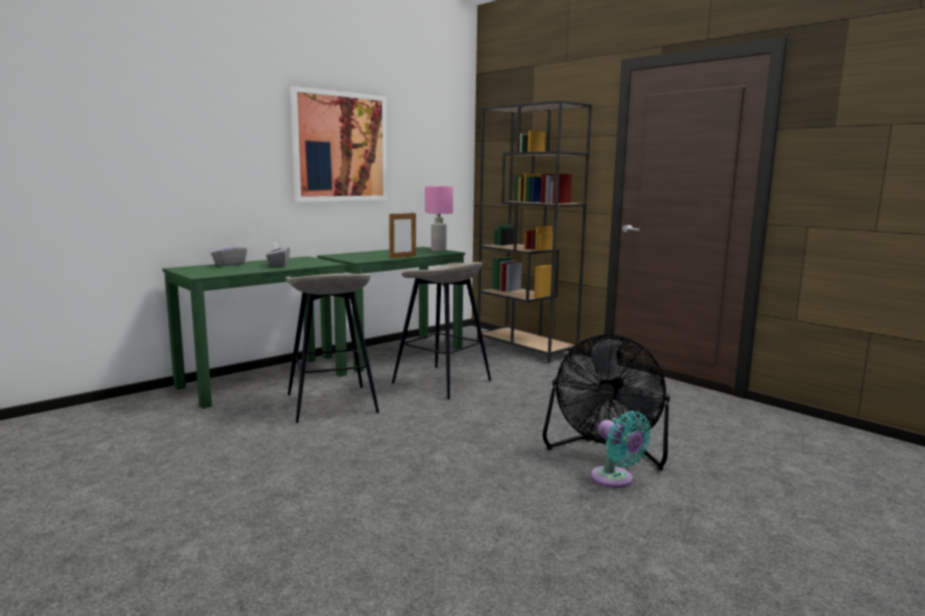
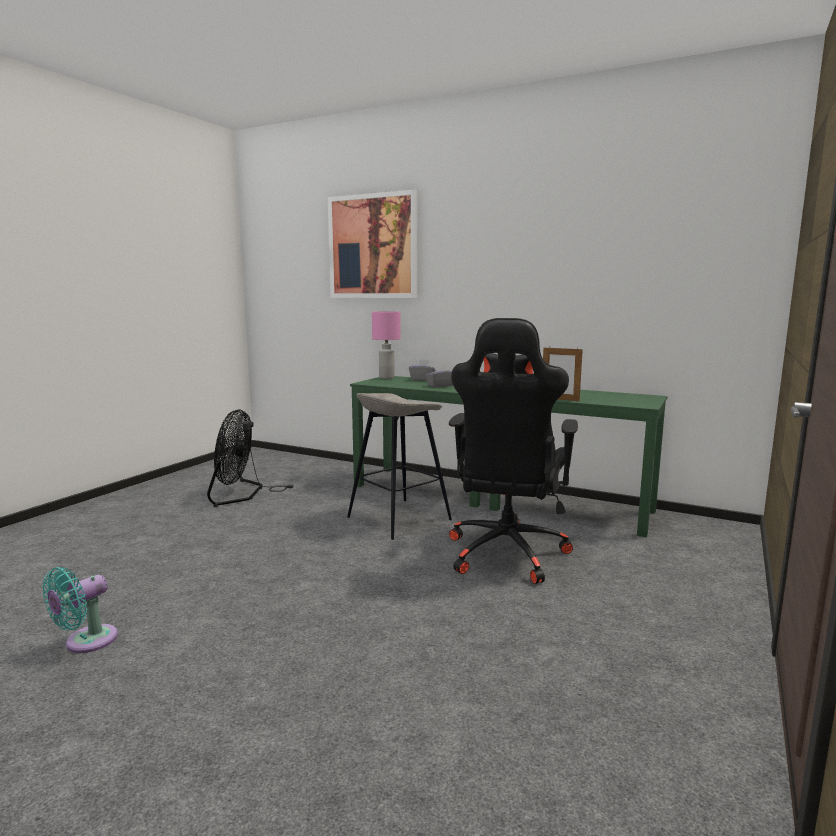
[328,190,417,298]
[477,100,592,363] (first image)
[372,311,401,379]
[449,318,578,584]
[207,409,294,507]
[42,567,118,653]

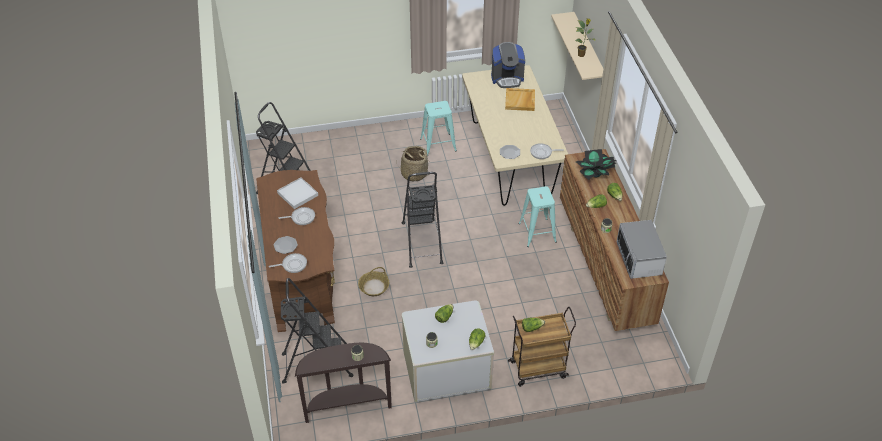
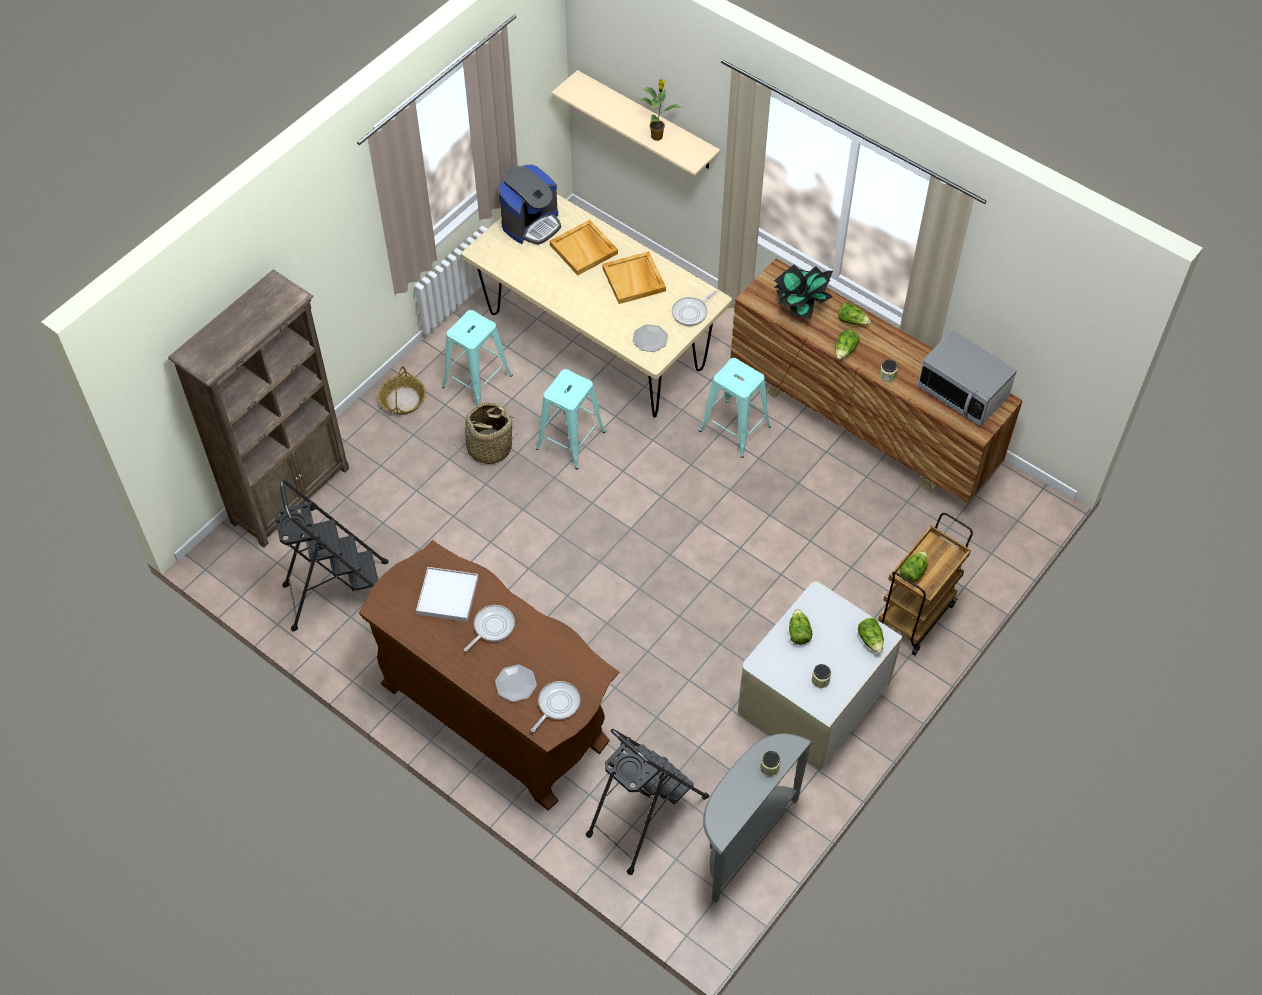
[402,172,443,268] (first image)
[378,366,426,415]
[703,733,812,903]
[602,251,666,304]
[168,270,349,548]
[536,369,606,469]

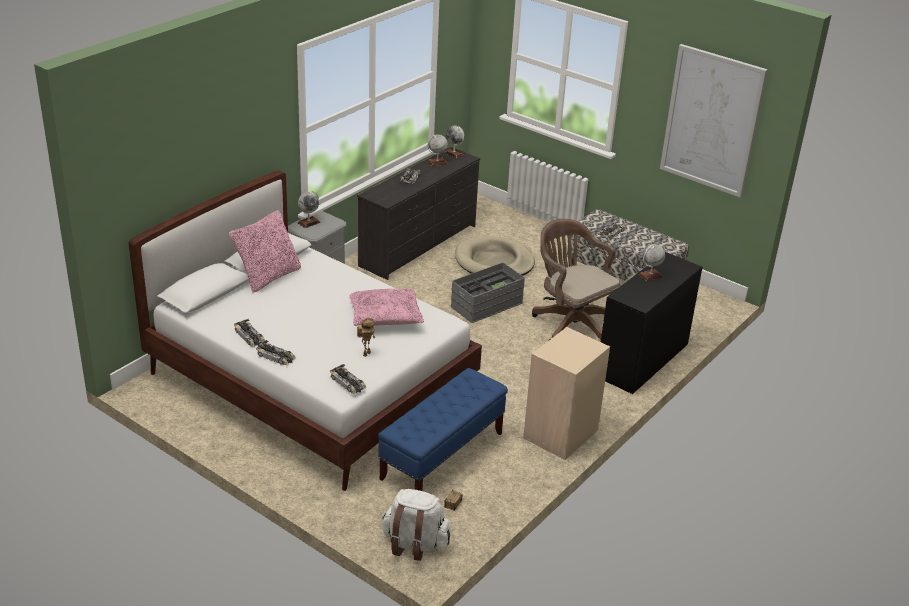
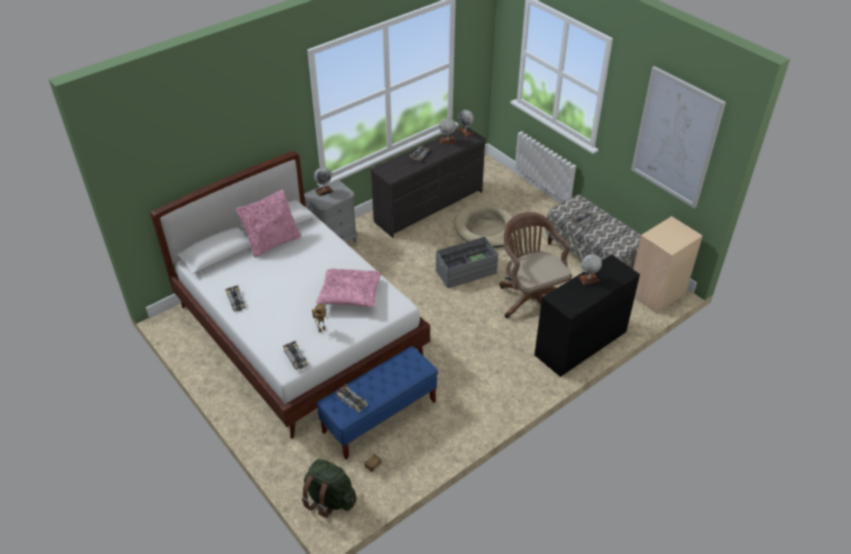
[633,216,703,314]
[336,384,368,412]
[302,459,357,518]

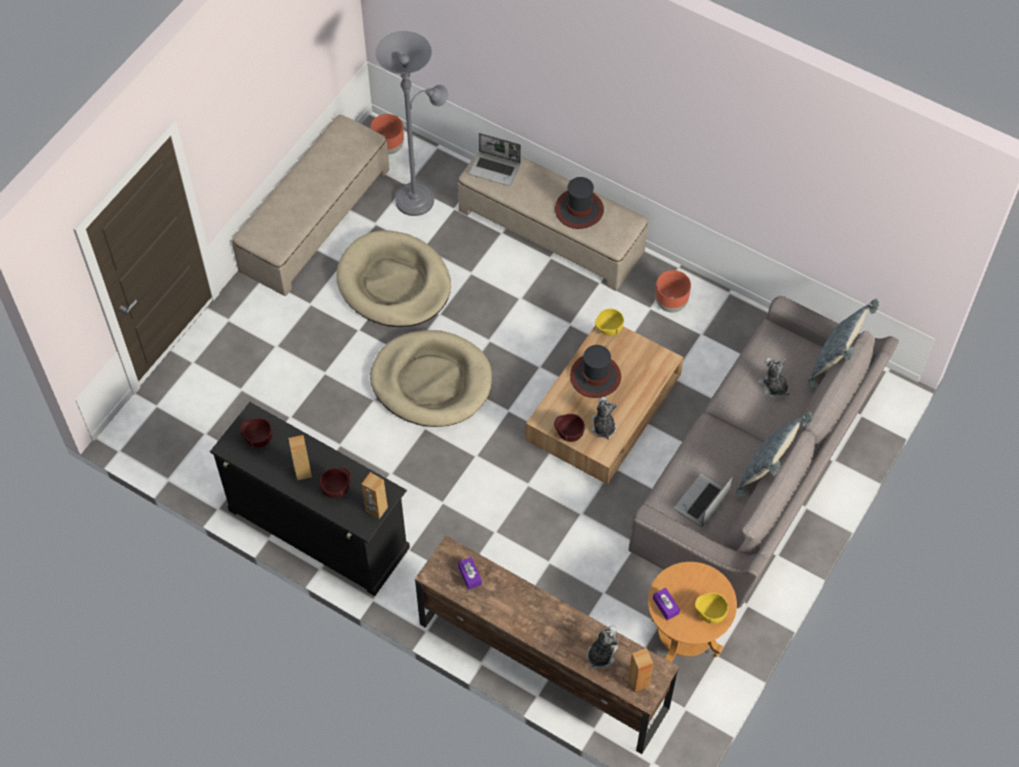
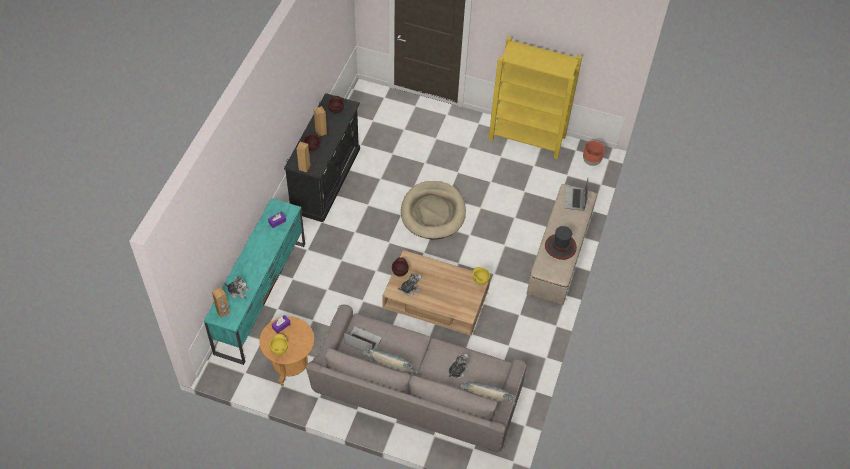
[376,31,448,216] (first image)
[488,37,582,159]
[336,230,451,327] (first image)
[655,270,691,312] (first image)
[570,345,621,398] (first image)
[204,198,305,365]

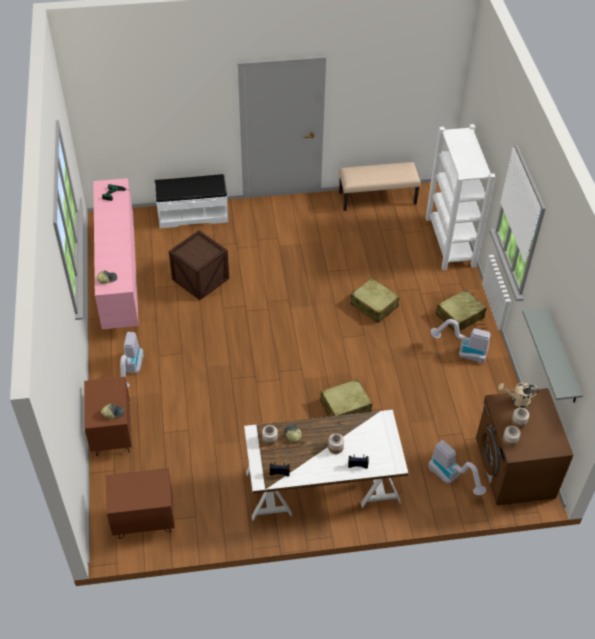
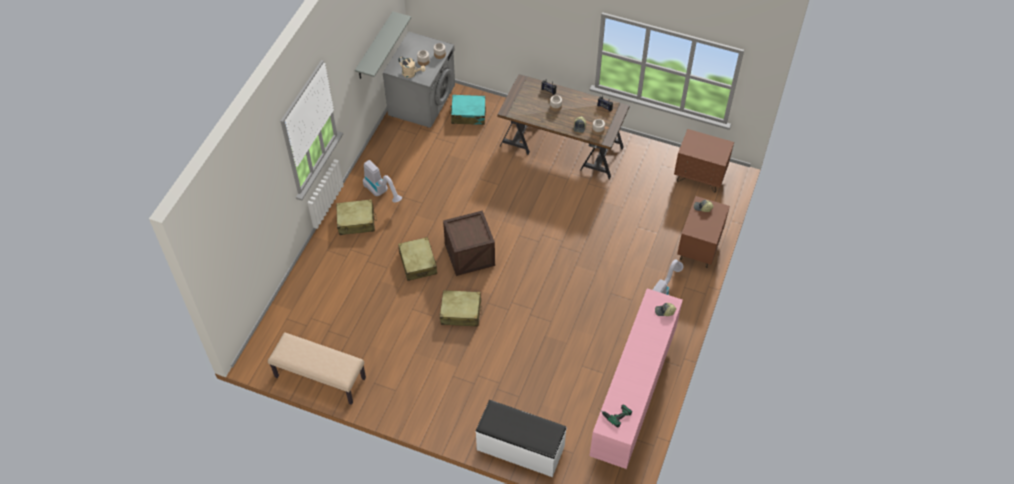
[426,124,495,270] (first image)
[443,210,495,276]
[440,290,482,327]
[383,31,455,128]
[497,74,630,179]
[449,95,486,125]

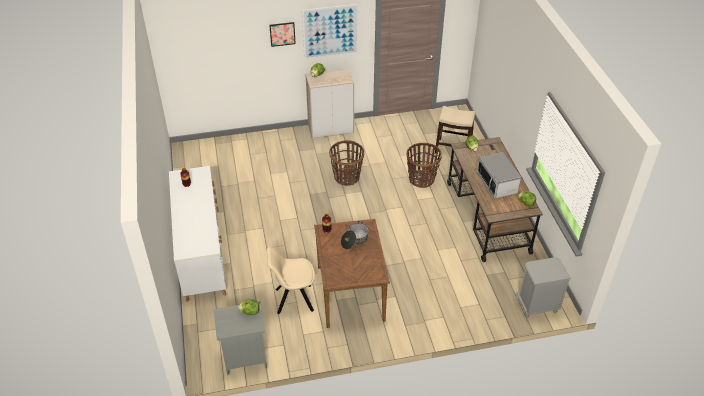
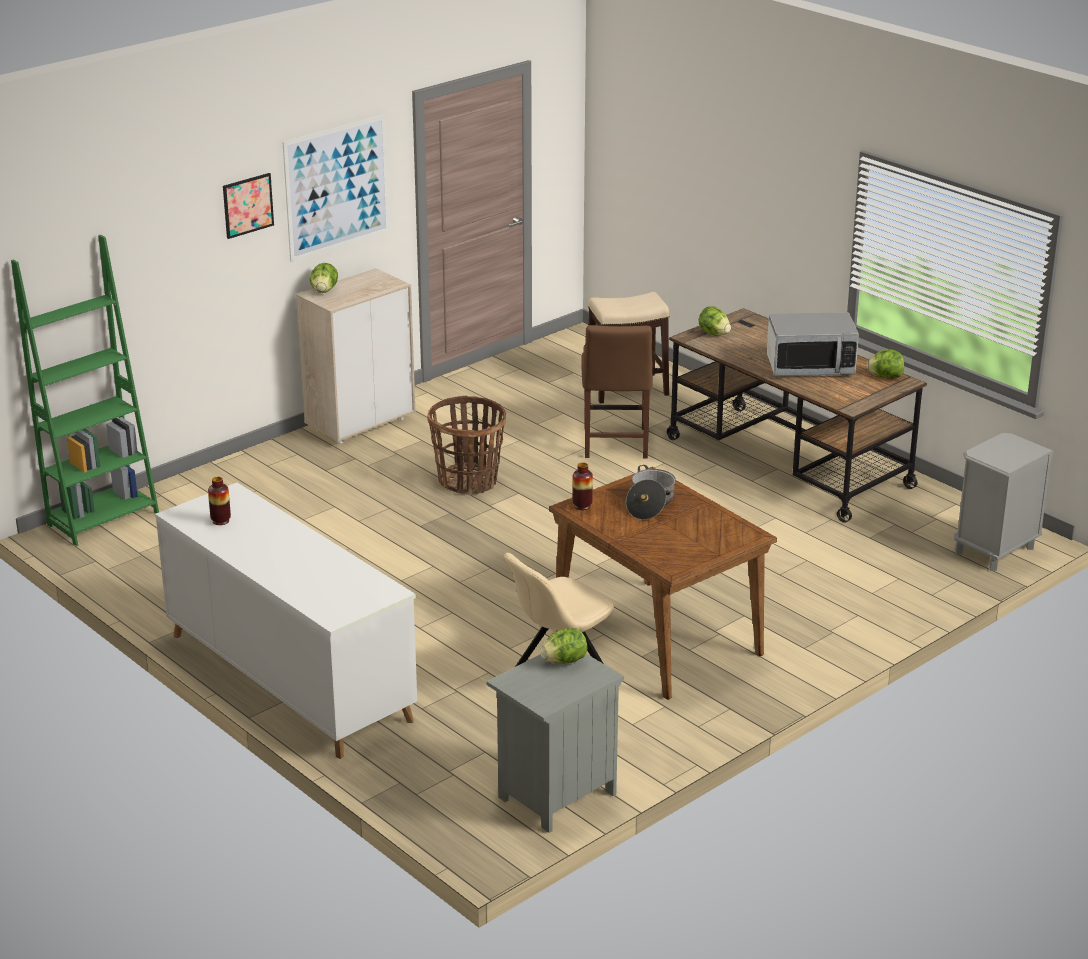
[581,325,653,459]
[767,312,859,376]
[11,235,159,546]

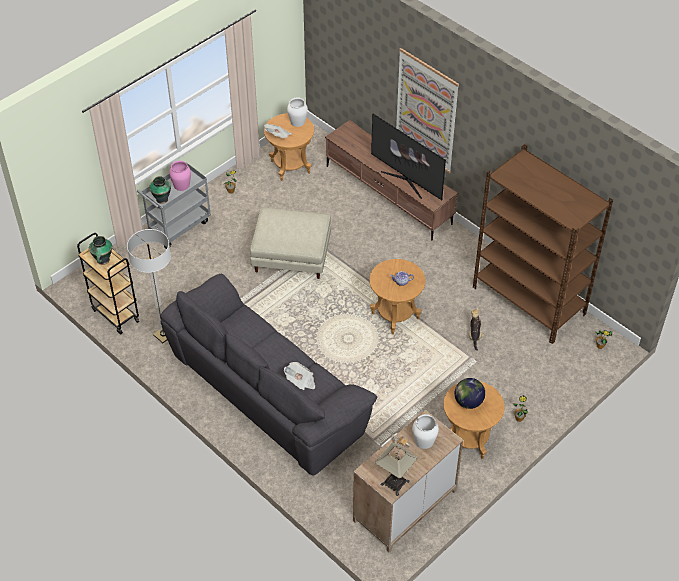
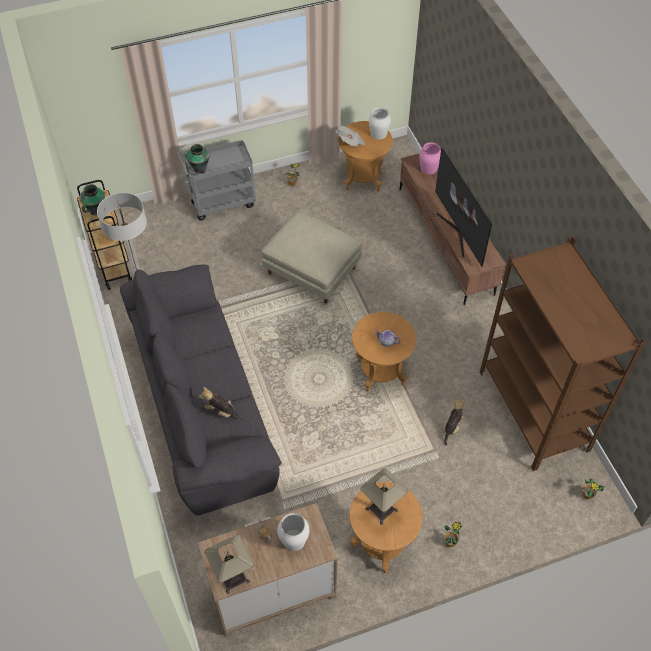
[396,48,459,173] (first image)
[419,142,441,175]
[199,387,244,419]
[360,468,408,525]

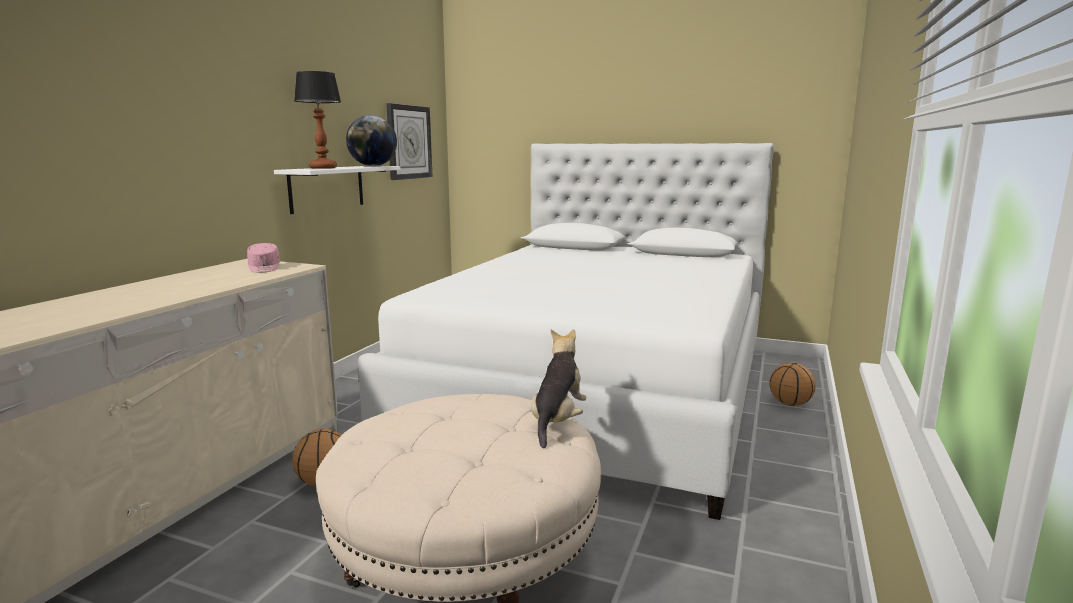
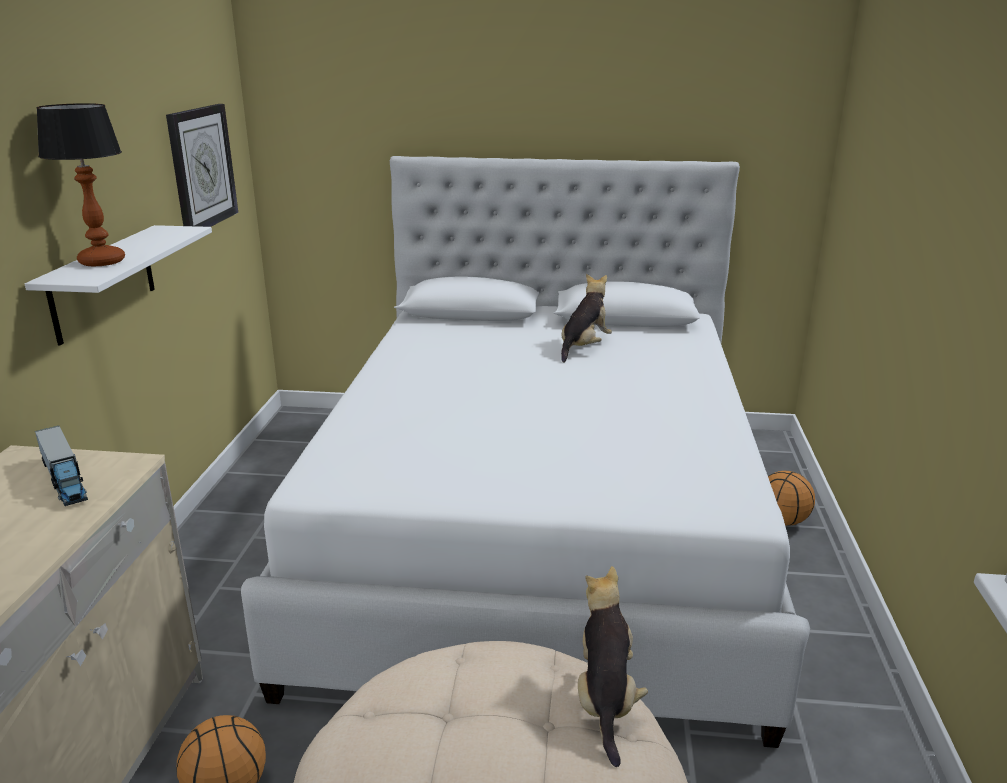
[346,115,397,166] (first image)
[35,426,88,506]
[561,274,612,363]

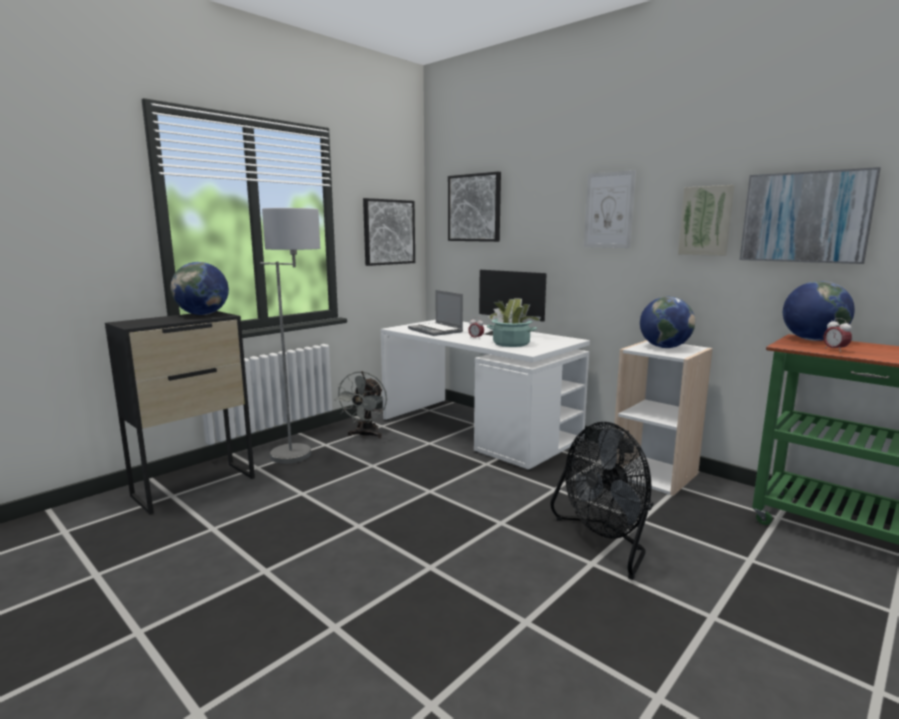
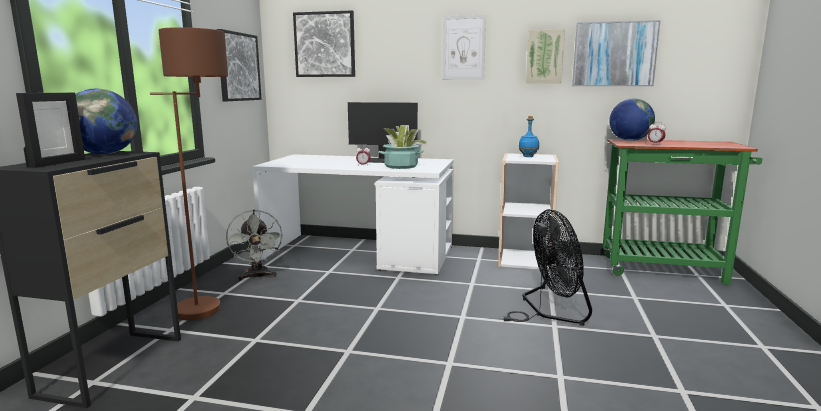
[150,27,228,320]
[408,290,463,336] (first image)
[519,116,539,157]
[502,209,592,326]
[16,93,85,168]

